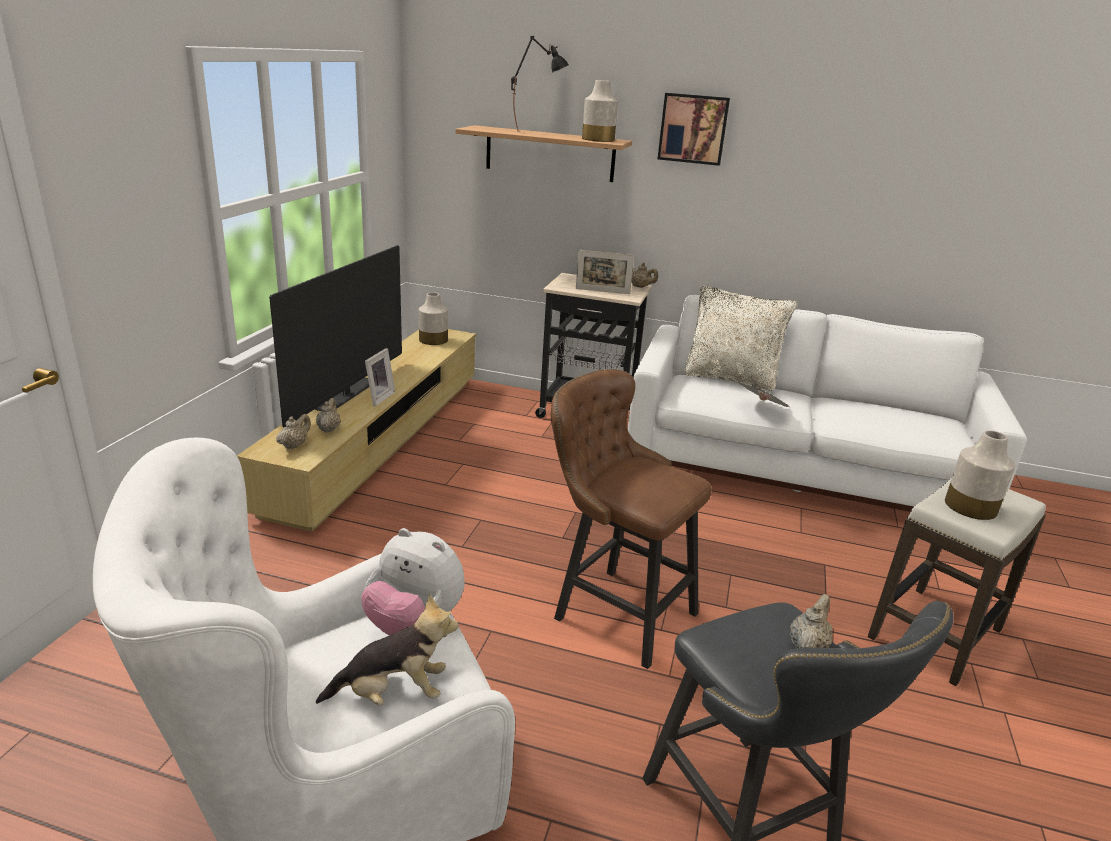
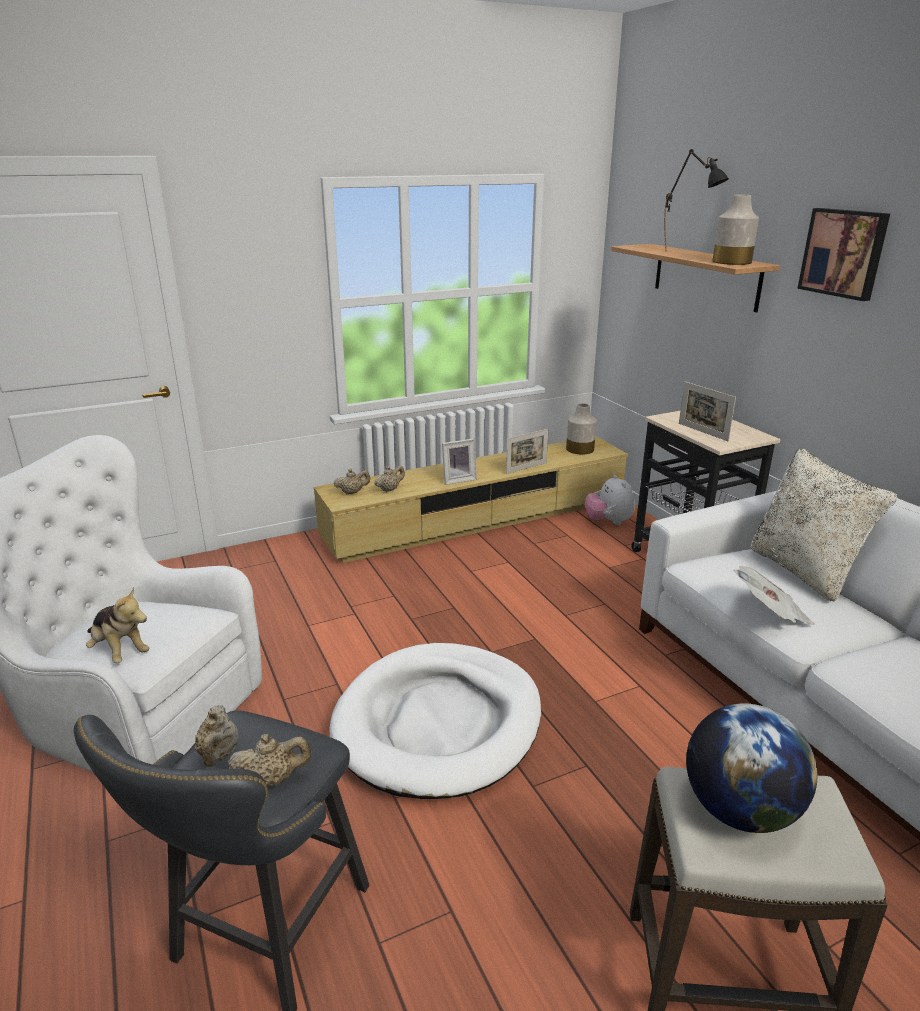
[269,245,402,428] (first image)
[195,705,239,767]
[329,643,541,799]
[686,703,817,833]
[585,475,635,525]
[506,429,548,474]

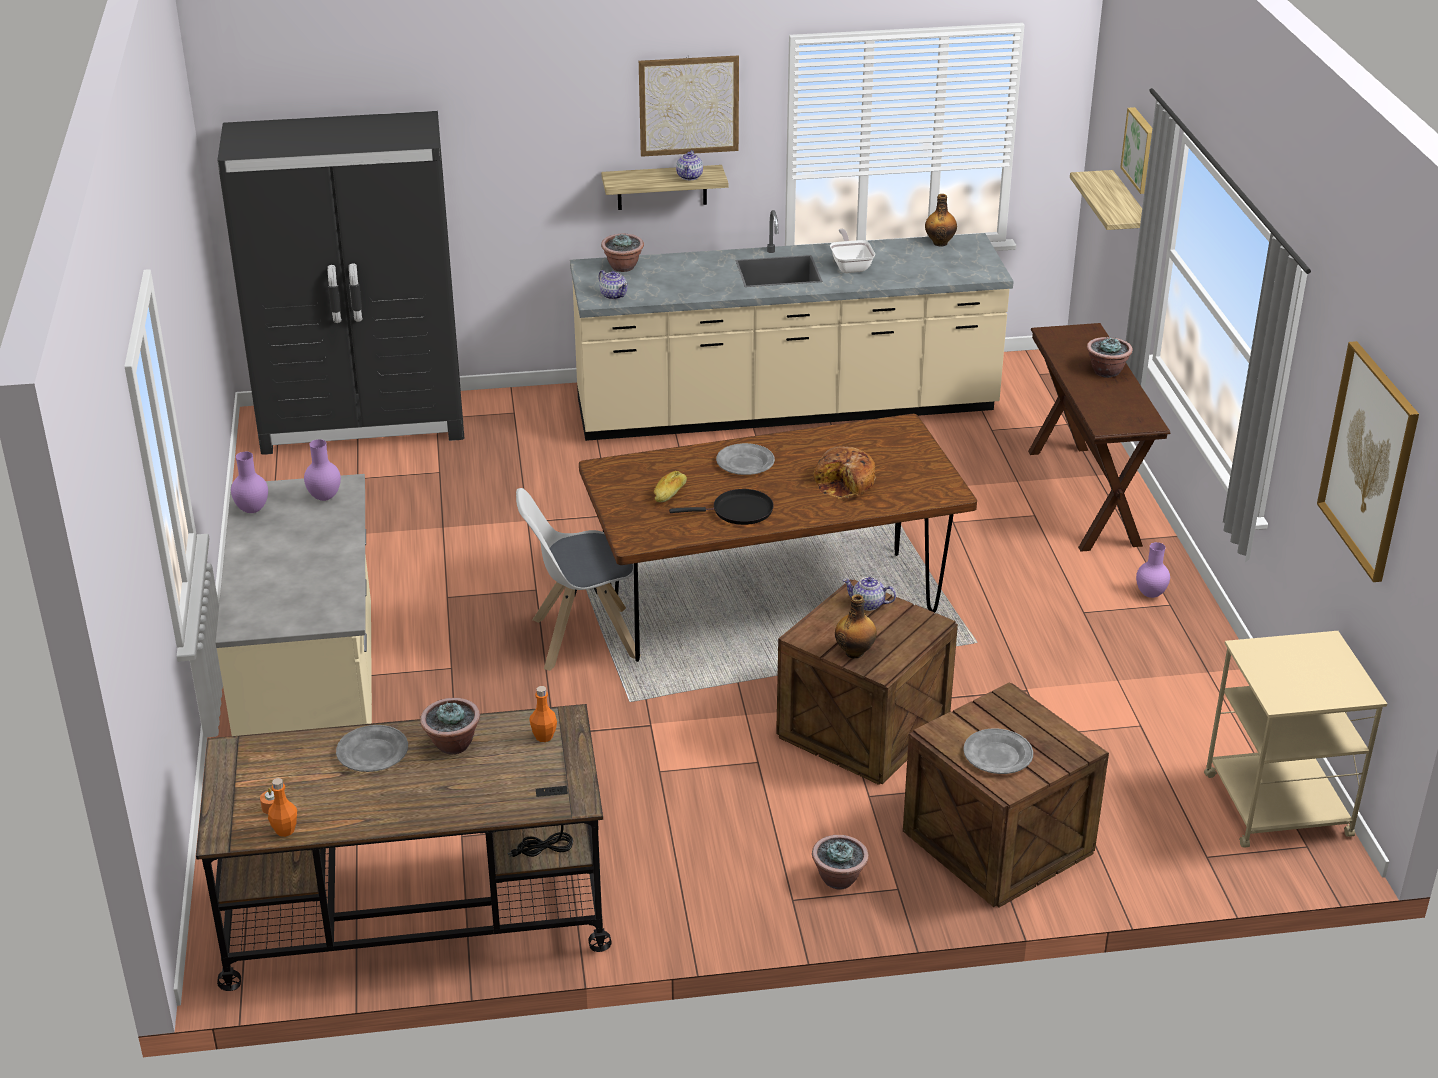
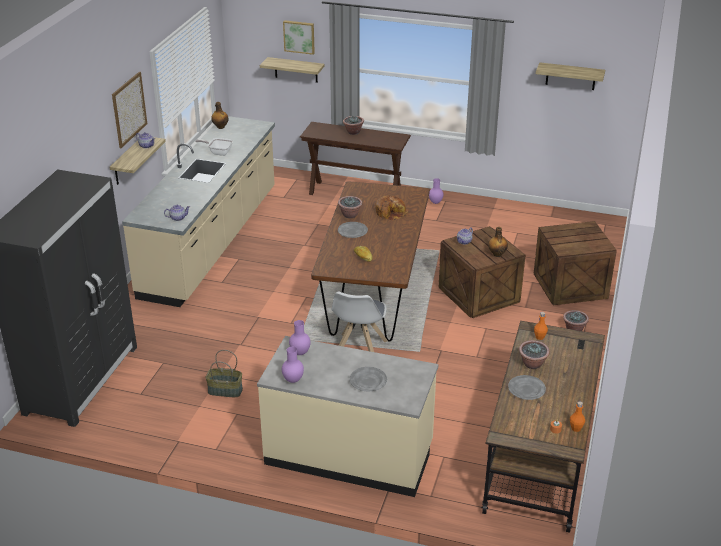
[338,196,362,218]
[536,62,605,90]
[669,489,774,525] (first image)
[1204,631,1387,848] (first image)
[349,367,387,391]
[205,350,243,397]

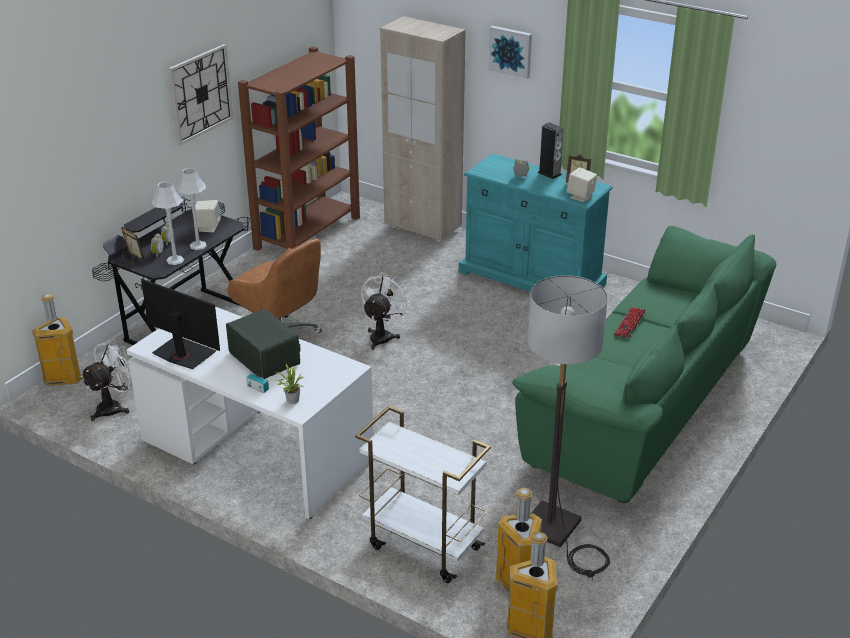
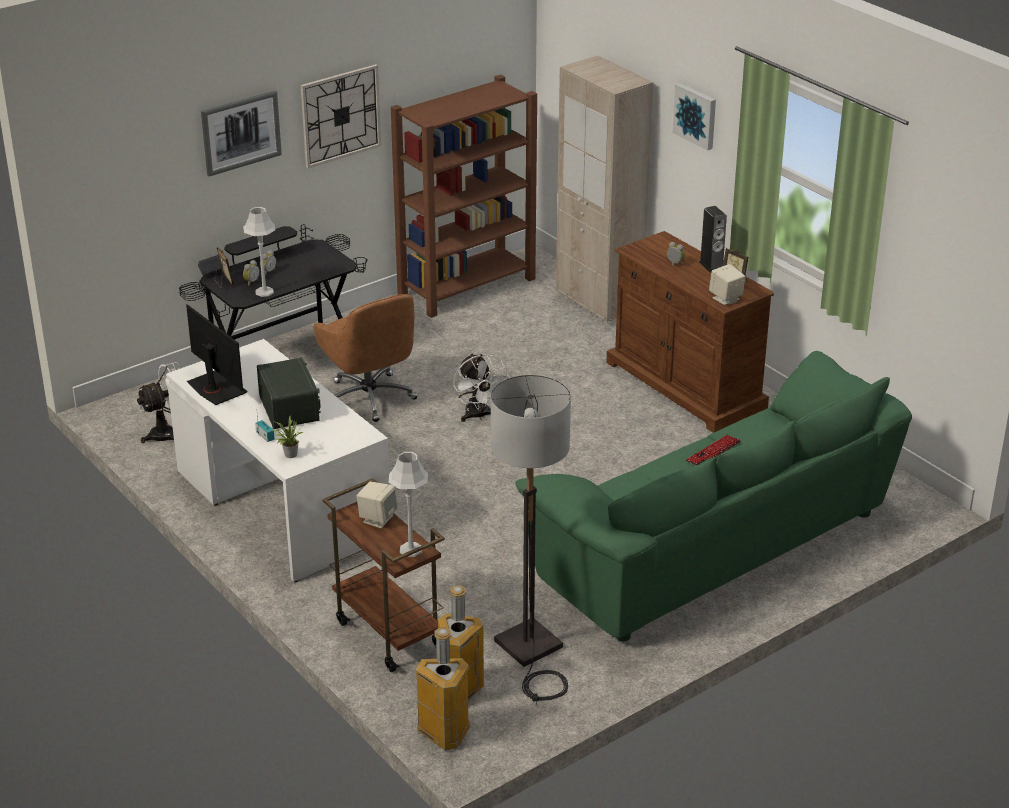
[606,231,774,433]
[389,452,428,557]
[357,481,398,528]
[453,353,510,422]
[32,294,82,386] (first image)
[322,478,445,672]
[201,91,282,176]

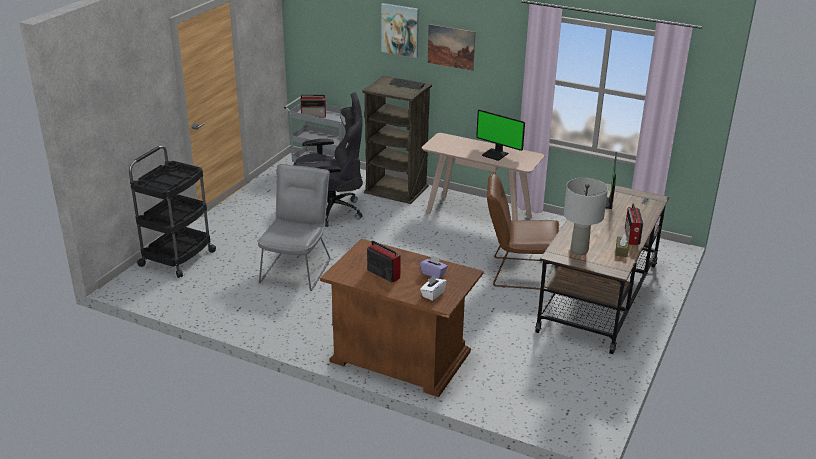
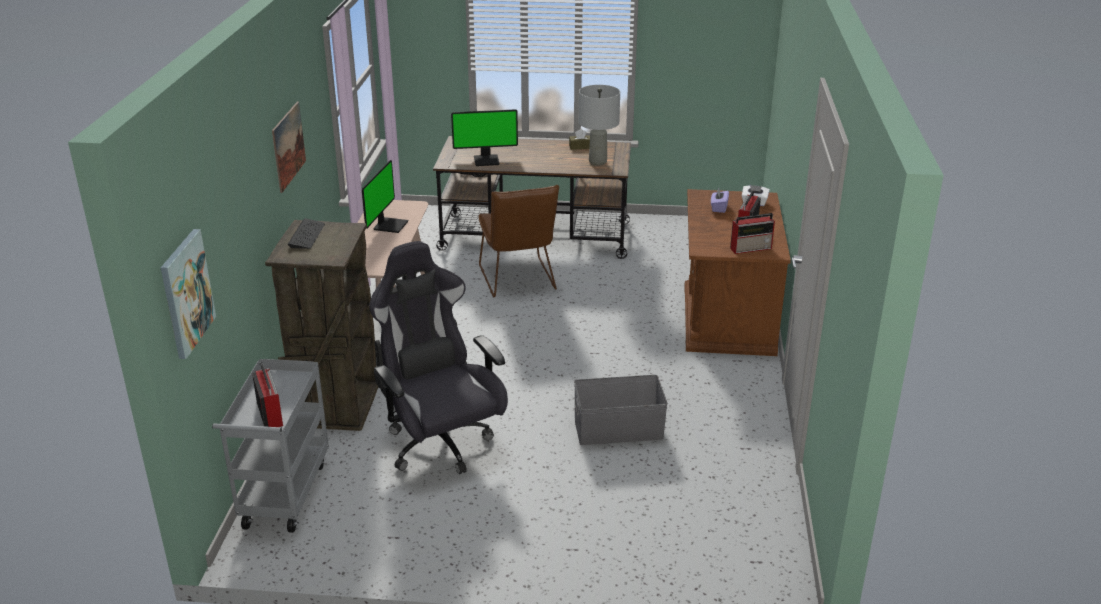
[161,229,216,359]
[129,146,216,278] (first image)
[574,375,668,445]
[730,213,775,254]

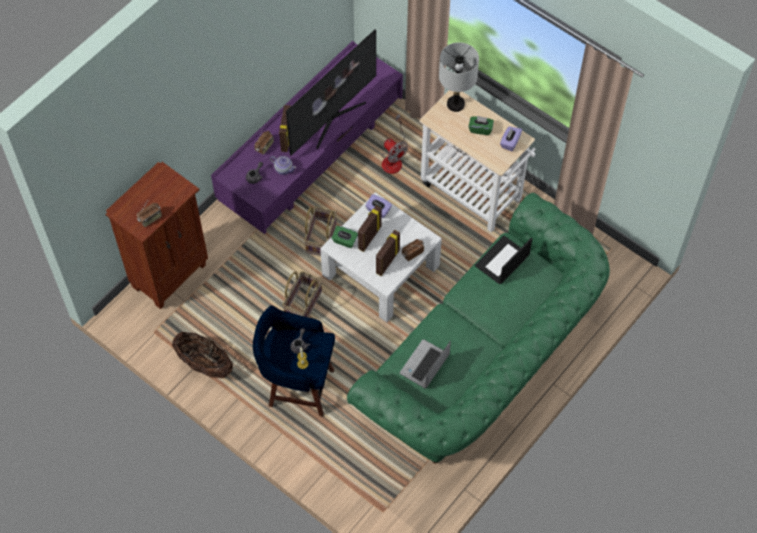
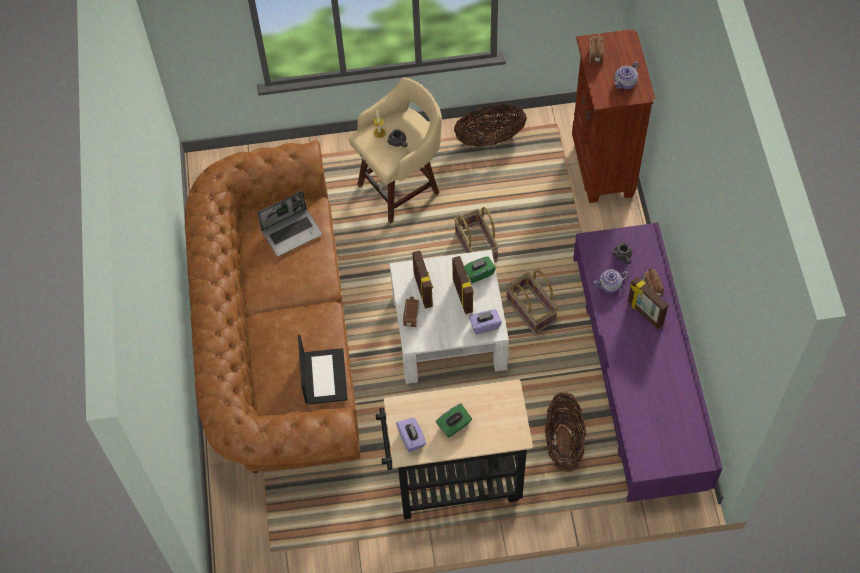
[286,29,376,156] (first image)
[439,42,479,112] (first image)
[376,379,533,519]
[545,392,586,472]
[185,140,360,473]
[349,77,442,223]
[257,191,322,257]
[614,62,639,89]

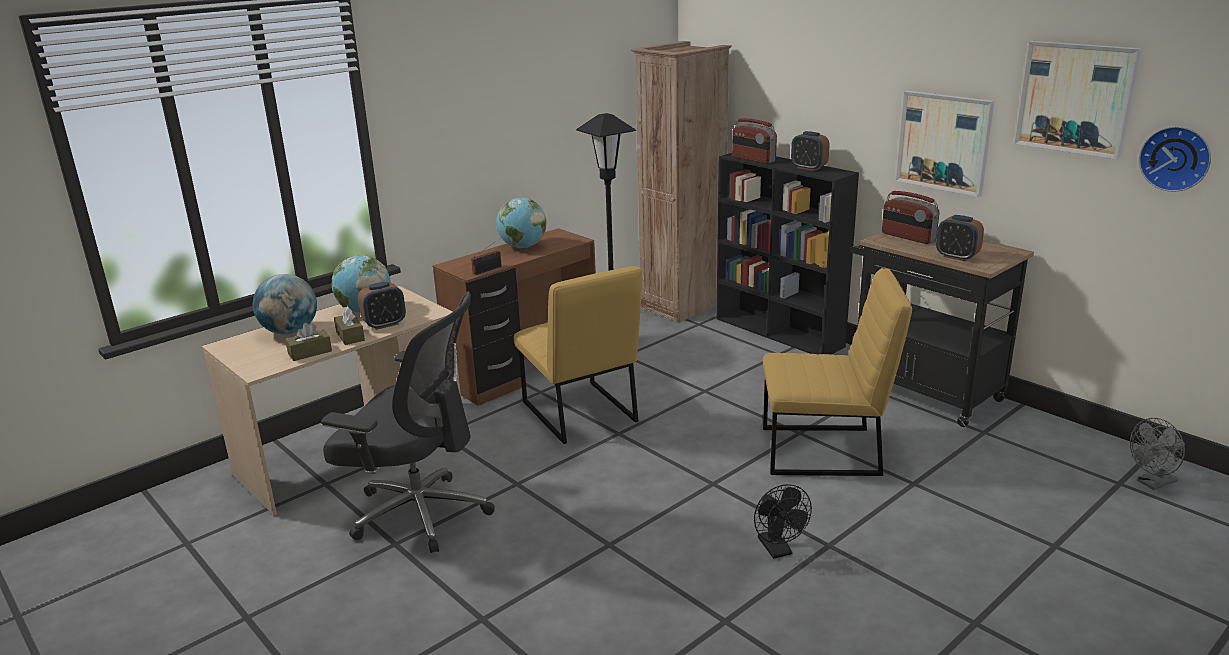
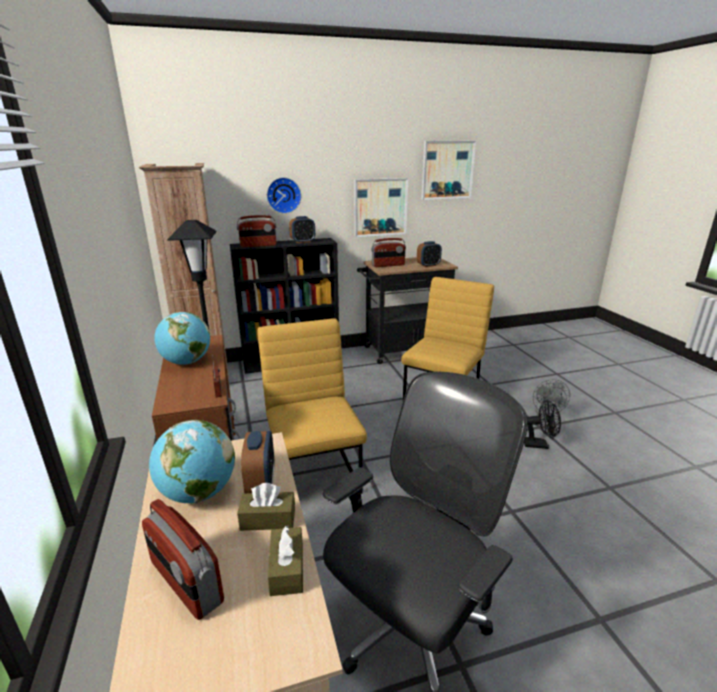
[267,177,301,214]
[257,318,367,494]
[142,499,224,620]
[533,379,570,422]

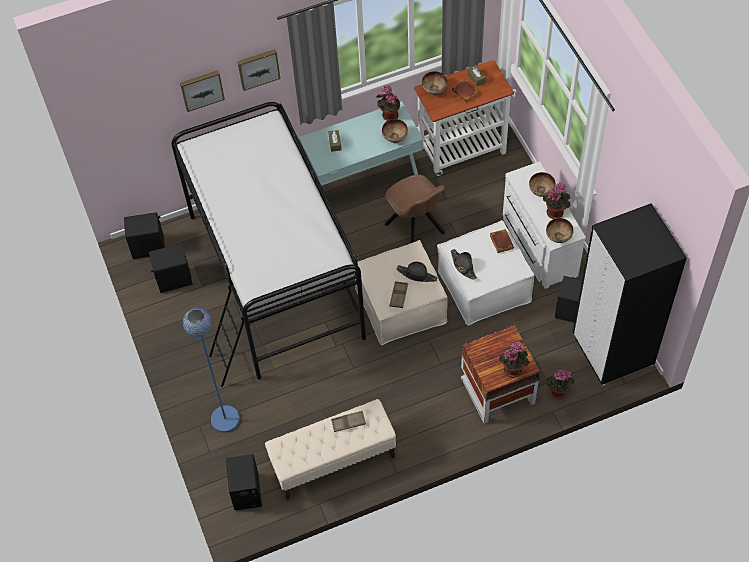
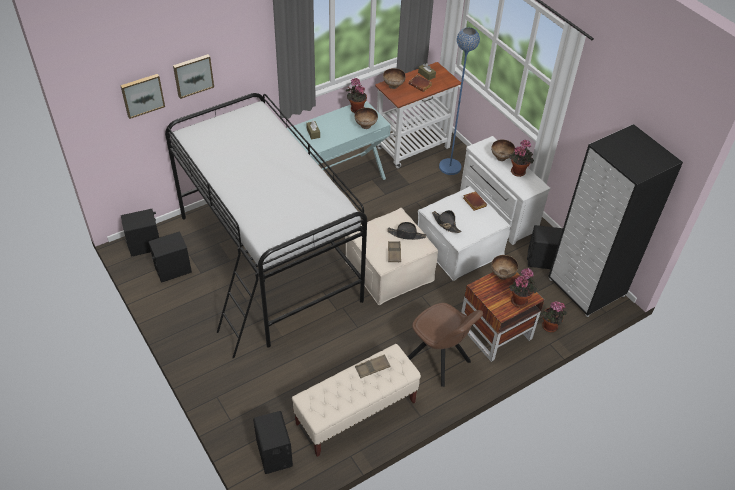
[120,74,165,119]
[408,303,483,387]
[491,255,518,280]
[439,27,480,175]

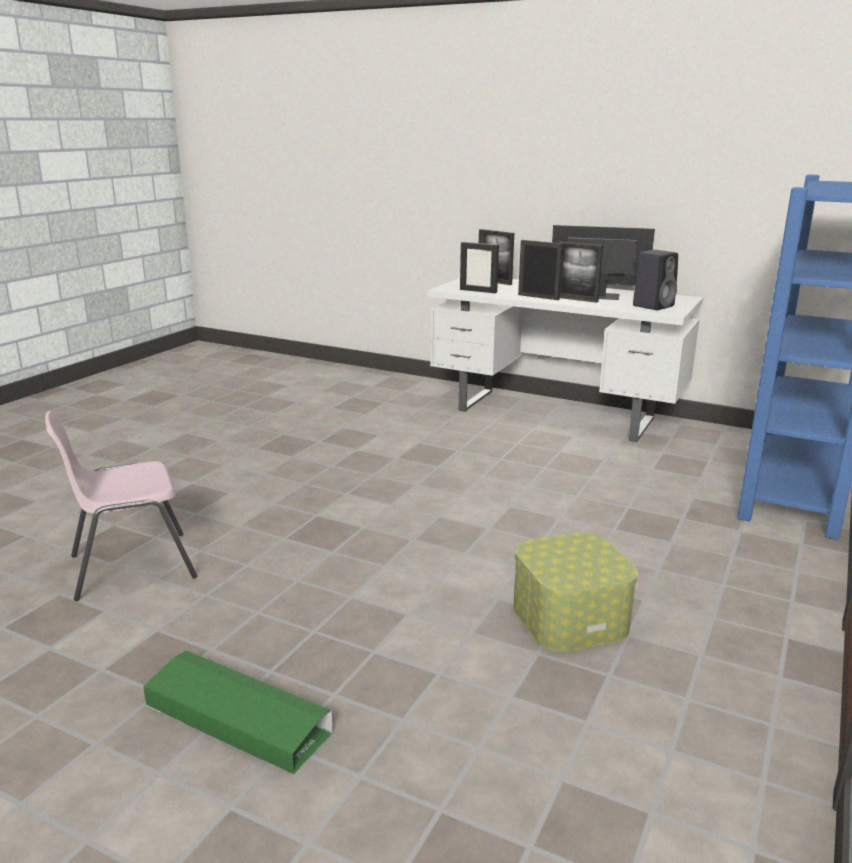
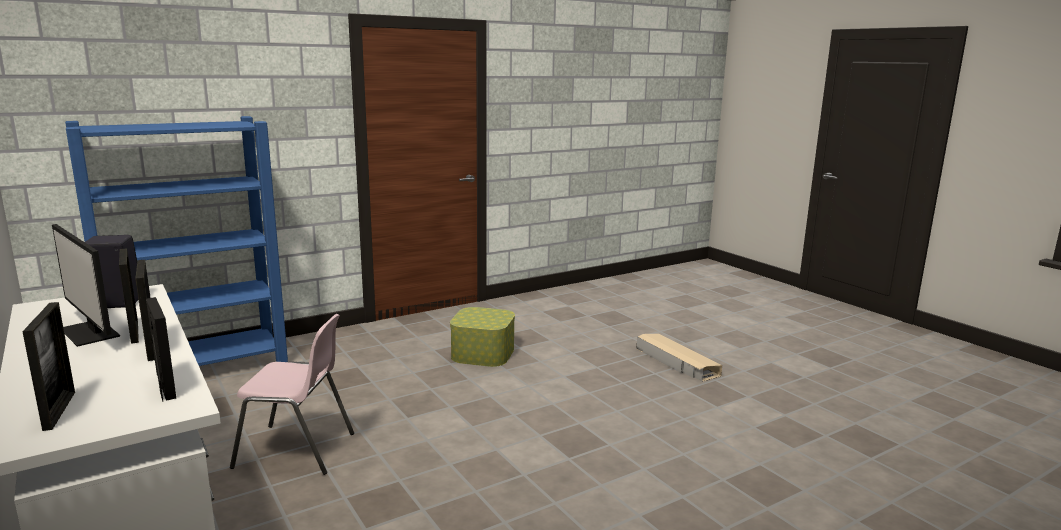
[230,314,354,475]
[636,334,722,382]

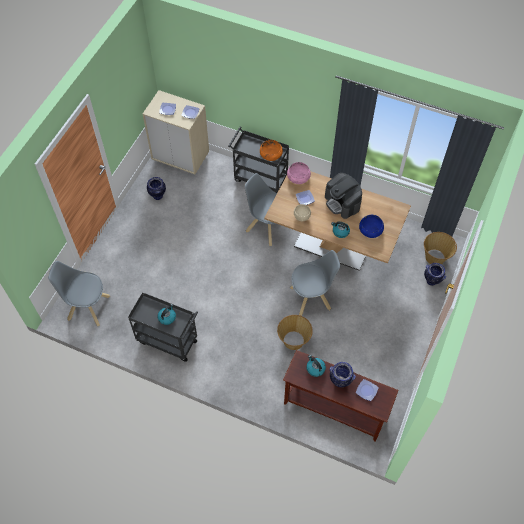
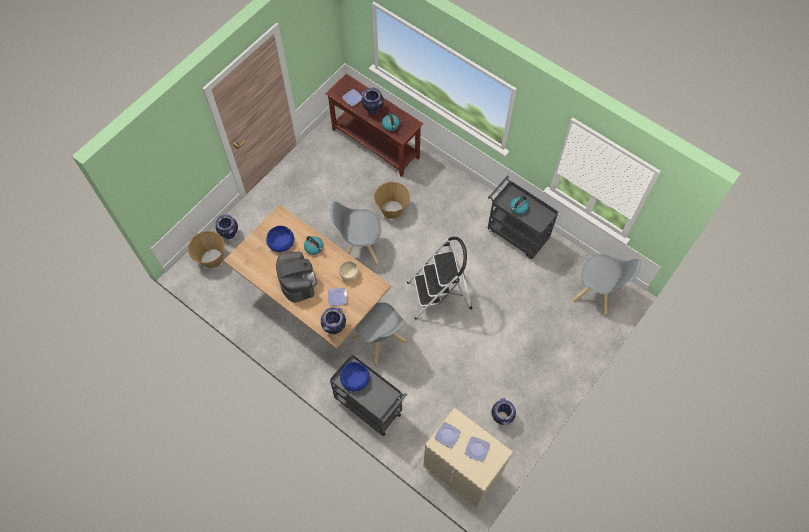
[340,362,370,391]
[321,307,346,334]
[407,237,472,319]

